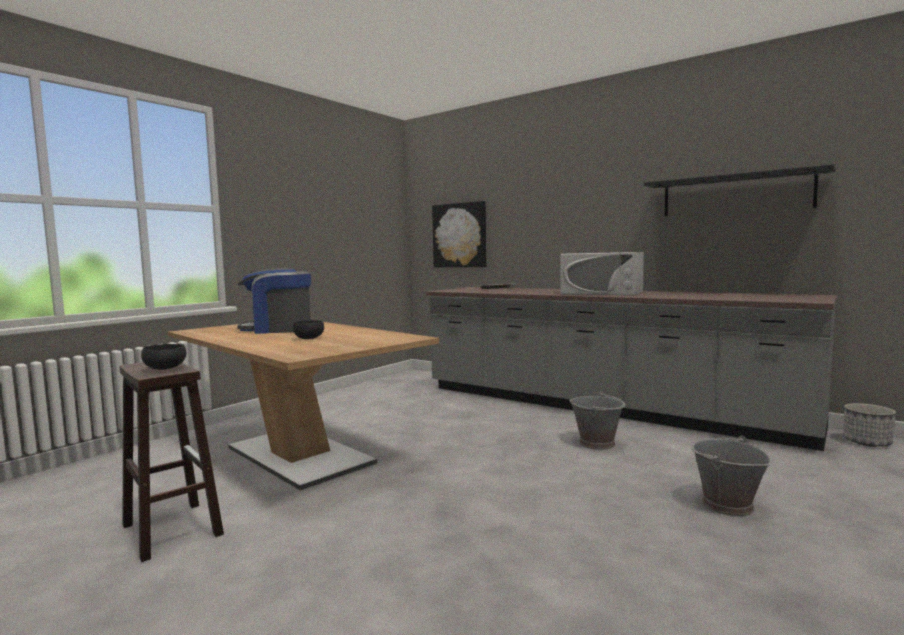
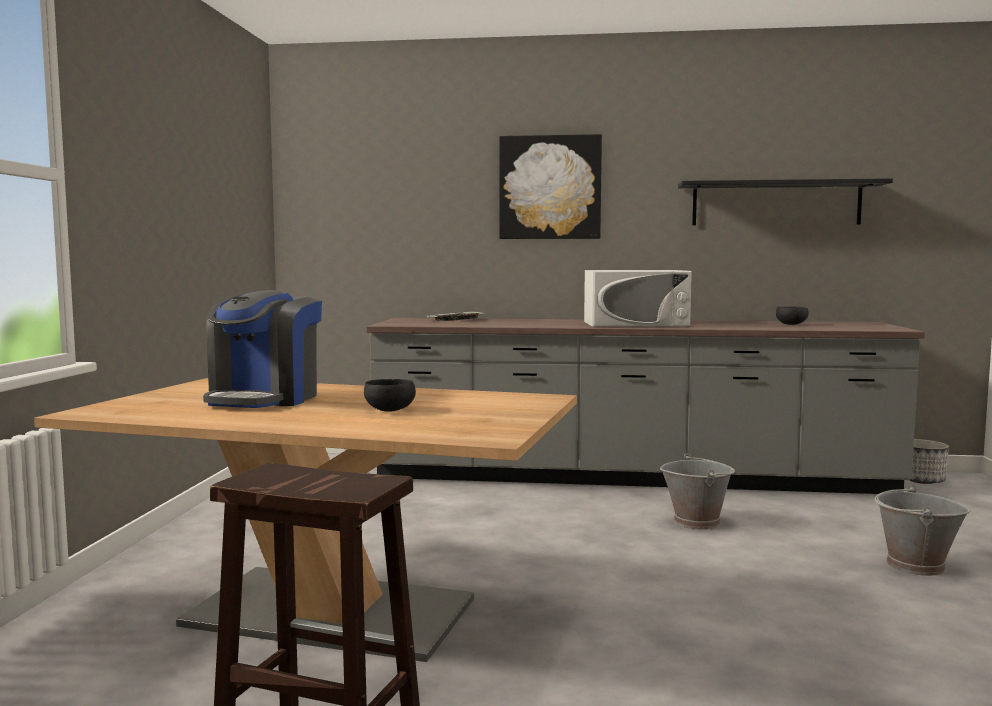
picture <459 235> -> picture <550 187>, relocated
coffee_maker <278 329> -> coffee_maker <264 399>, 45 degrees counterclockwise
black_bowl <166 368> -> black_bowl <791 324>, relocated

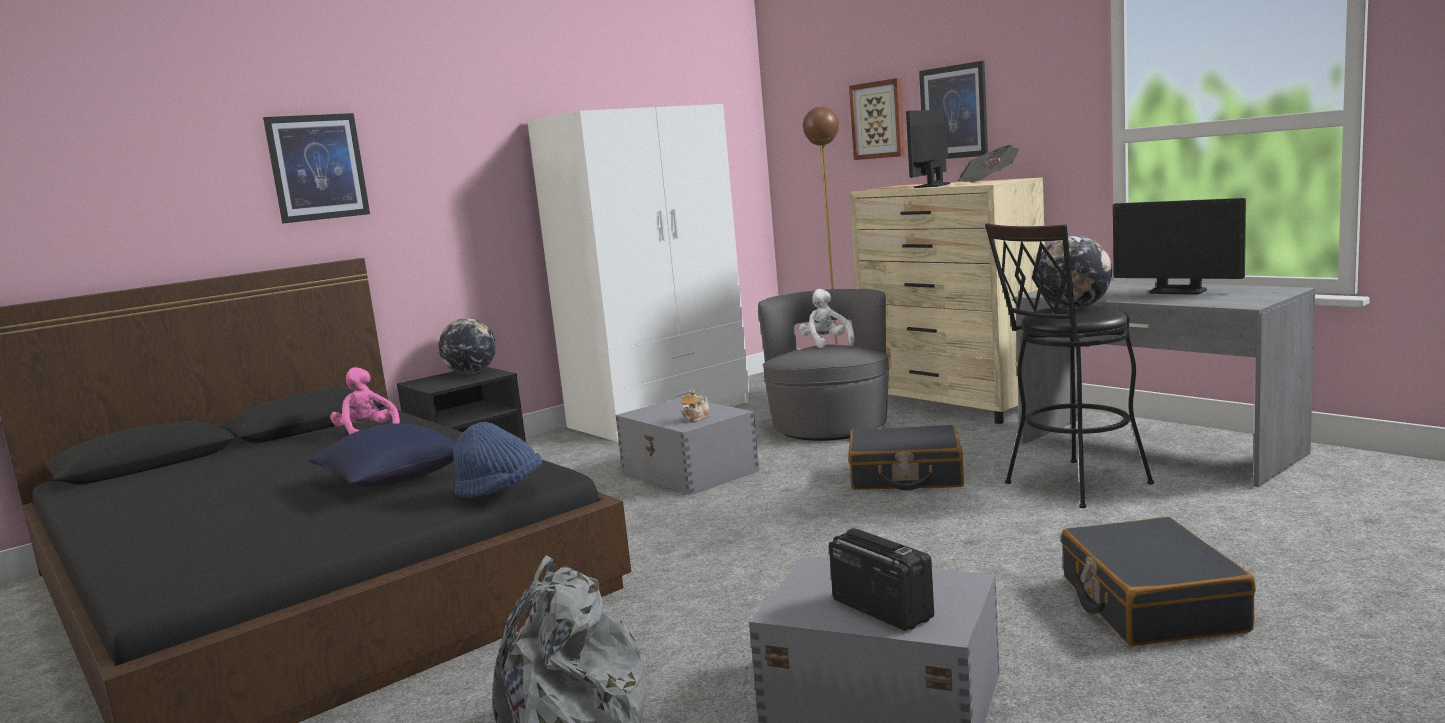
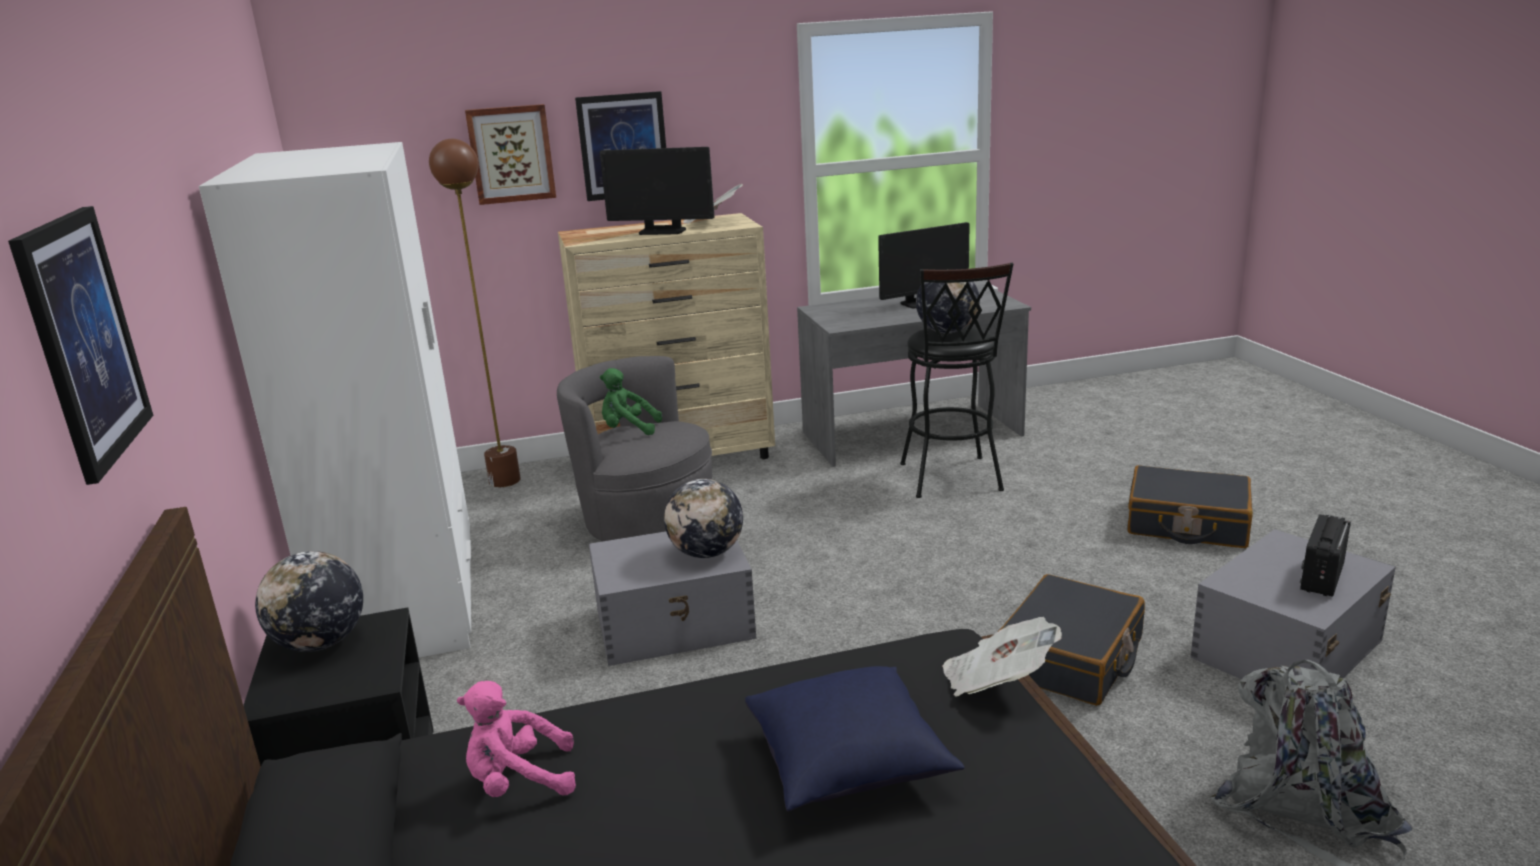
computer_display <932 186> -> computer_display <662 231>, 45 degrees counterclockwise
whitish_soft_toy <826 344> -> greenish_soft_toy <628 430>
tea_pot <695 419> -> globe <707 553>
bluish_clothing_hat <500 492> -> newspaper <997 681>
black_travel_case <905 476> -> black_travel_case <1070 658>, relocated
radio_receiver <881 609> -> radio_receiver <1322 577>, 45 degrees counterclockwise

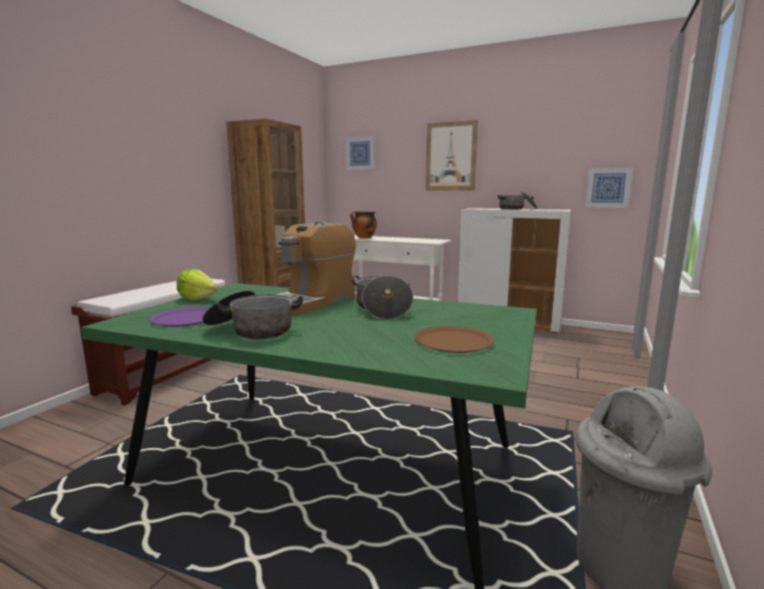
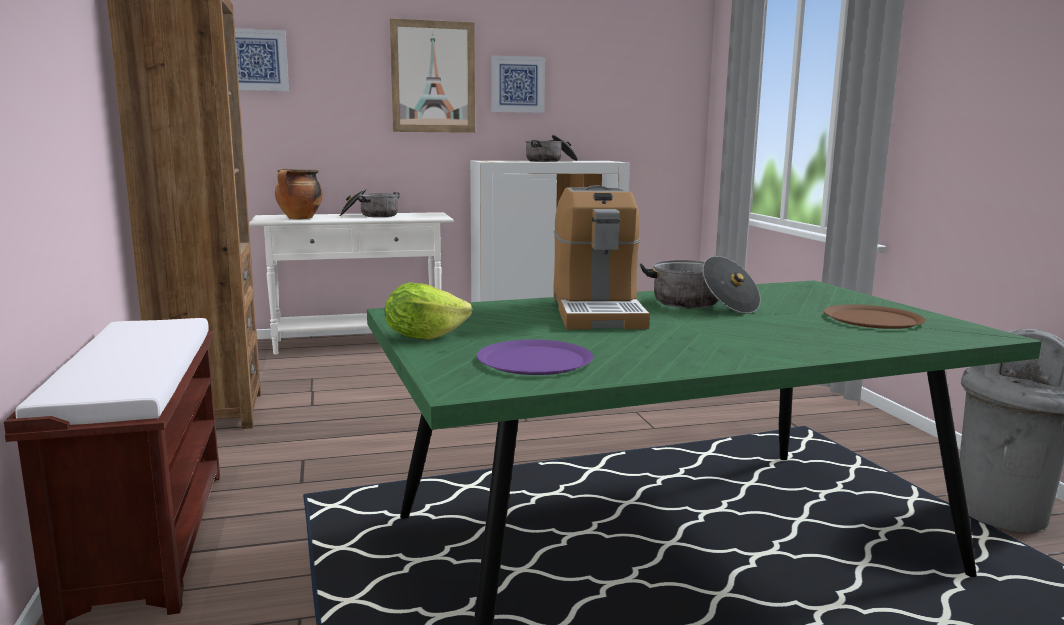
picture <608 187> -> picture <517 84>, relocated
stockpot <251 330> -> stockpot <370 215>, relocated

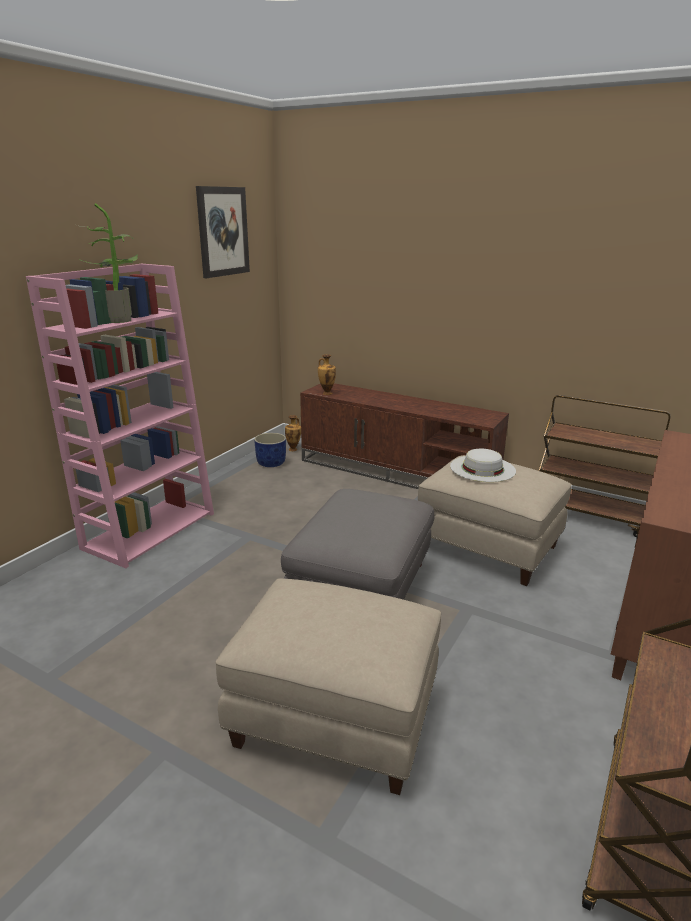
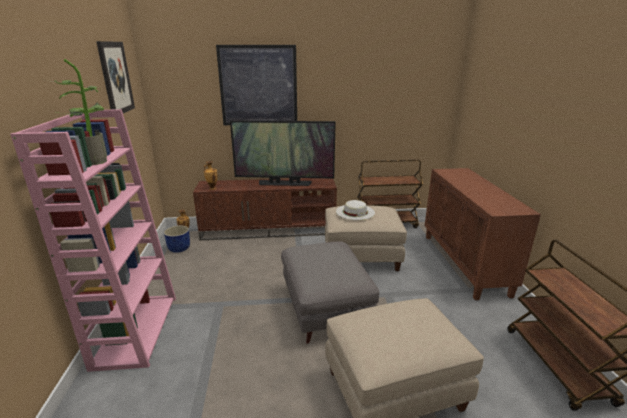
none -> picture <258 86>
none -> television <284 183>

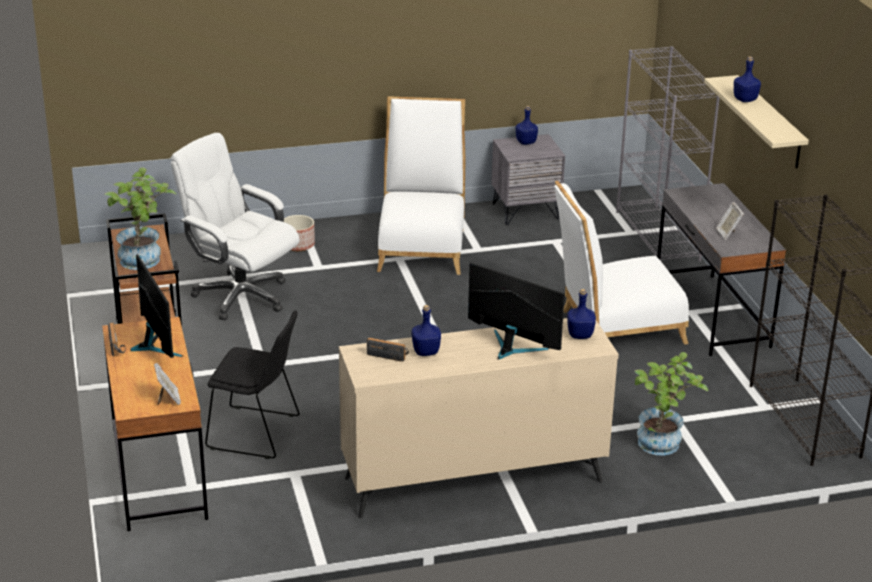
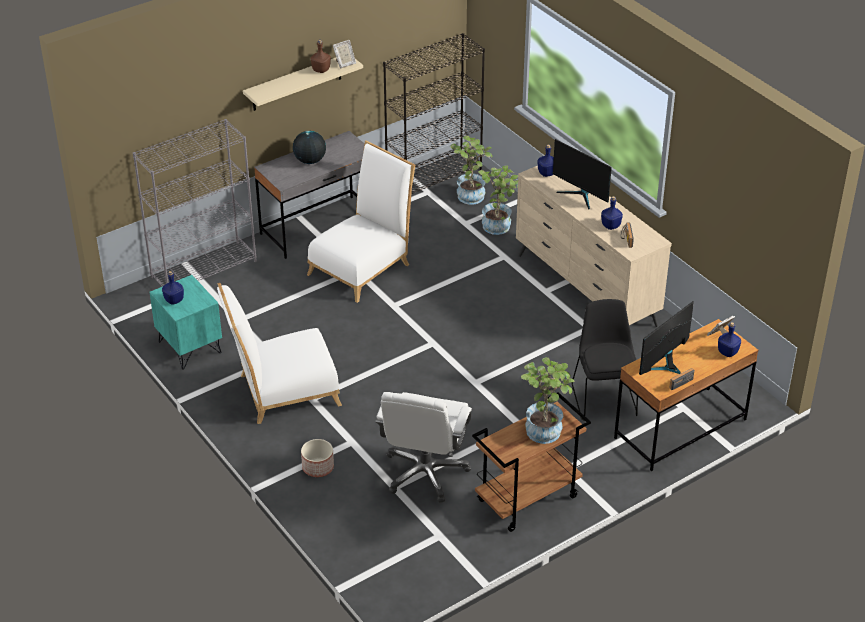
bluish_beverage_bottle <745 99> -> bluish_beverage_bottle <727 352>, relocated
gray_bedside_table <525 211> -> blue-green_bedside_table <189 347>
whitish_plain_chair <615 328> -> whitish_plain_chair <363 266>, 105 degrees counterclockwise
standing_frame <727 234> -> standing_frame <344 64>, relocated
computer_display <511 347> -> computer_display <581 195>, 60 degrees counterclockwise
none -> brownish_beverage_bottle <321 70>
none -> globe <310 161>
none -> plant_in_a_pot <470 193>

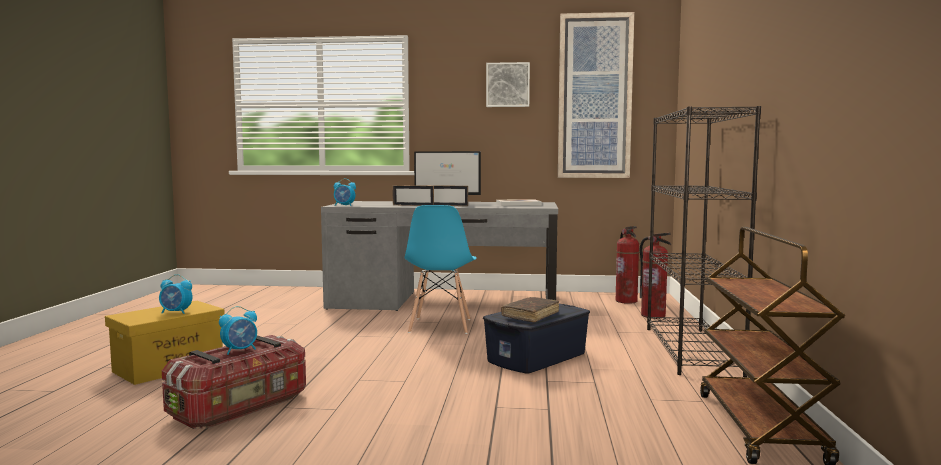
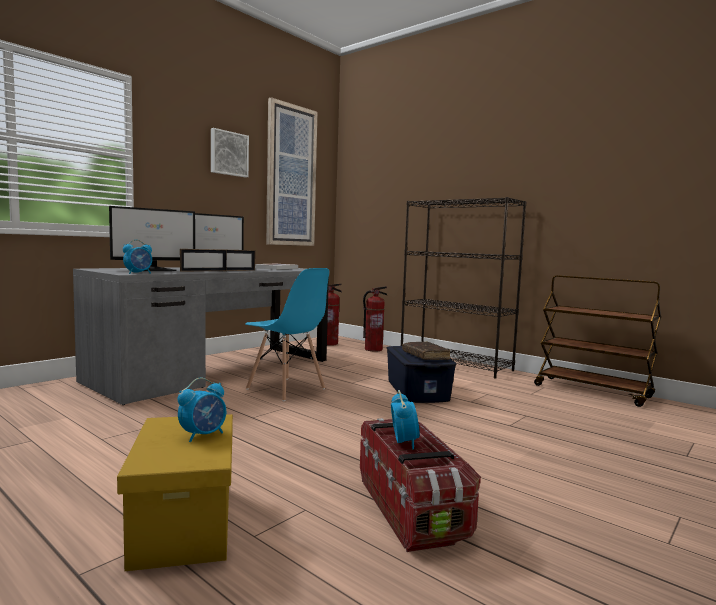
none -> computer_display <154 270>

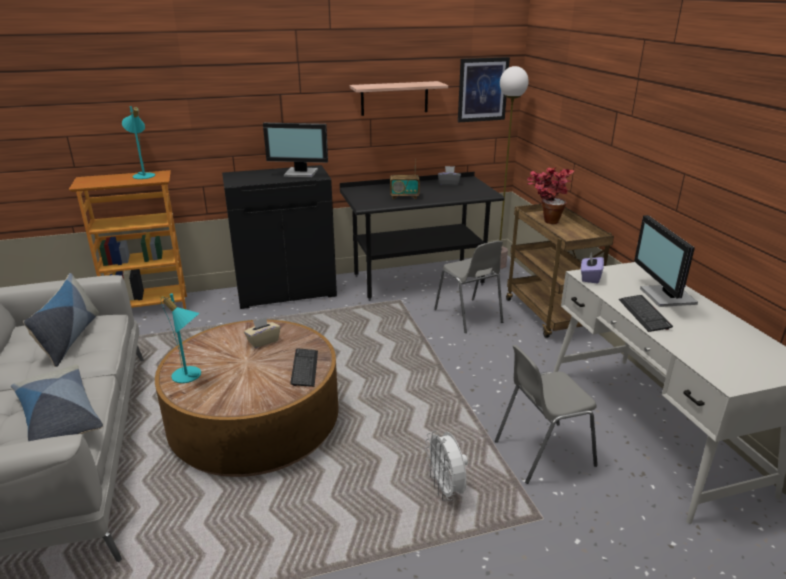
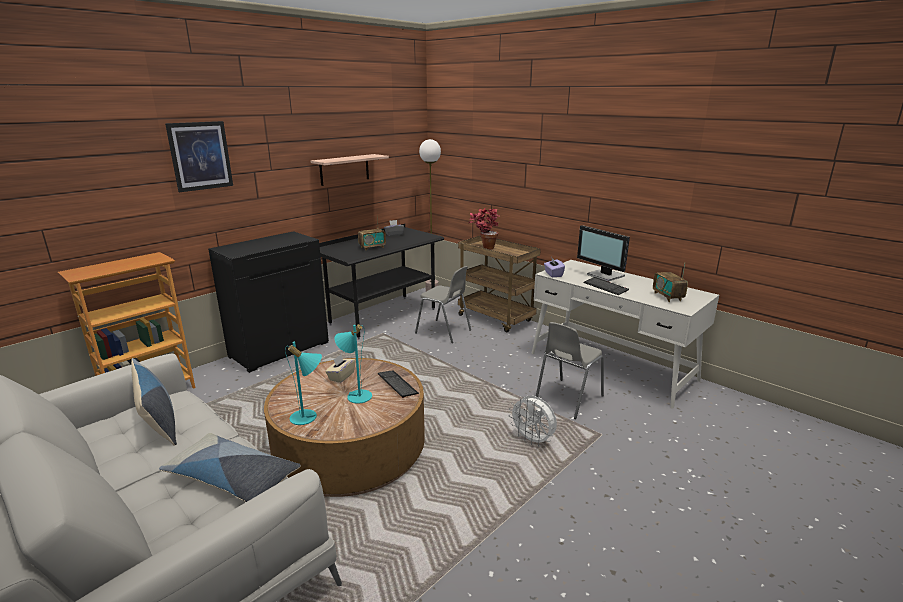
picture <482 89> -> picture <200 156>, relocated
blue-green_tabletop_lamp <143 175> -> blue-green_tabletop_lamp <356 395>, relocated
computer_display <301 173> -> none
none -> radio_receiver <667 297>

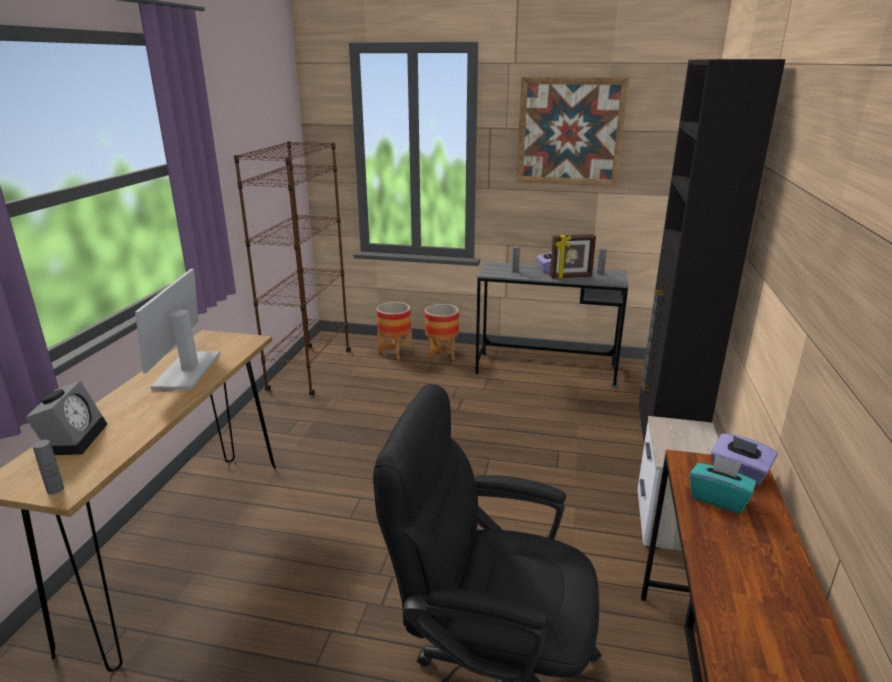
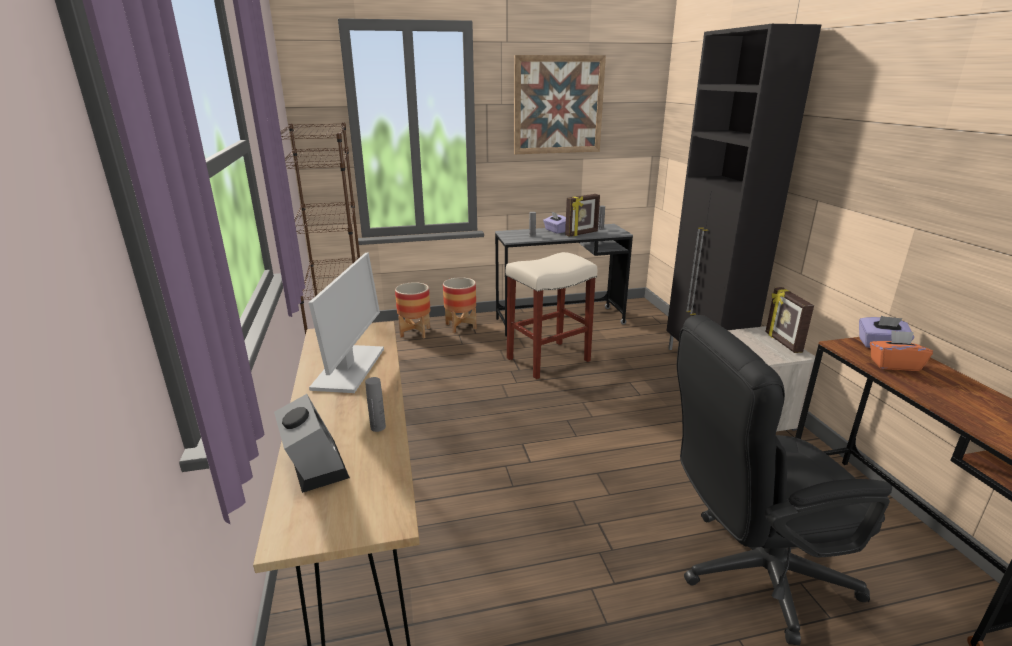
computer_display <187 370> -> computer_display <349 369>, 150 degrees counterclockwise
gray_beverage_bottle <55 489> -> gray_beverage_bottle <378 427>, relocated
blue-green_tissue_box <718 498> -> orange-coloured_tissue_box <894 365>
none -> beige-coloured_sitting_stool <547 360>
none -> standing_frame <782 342>

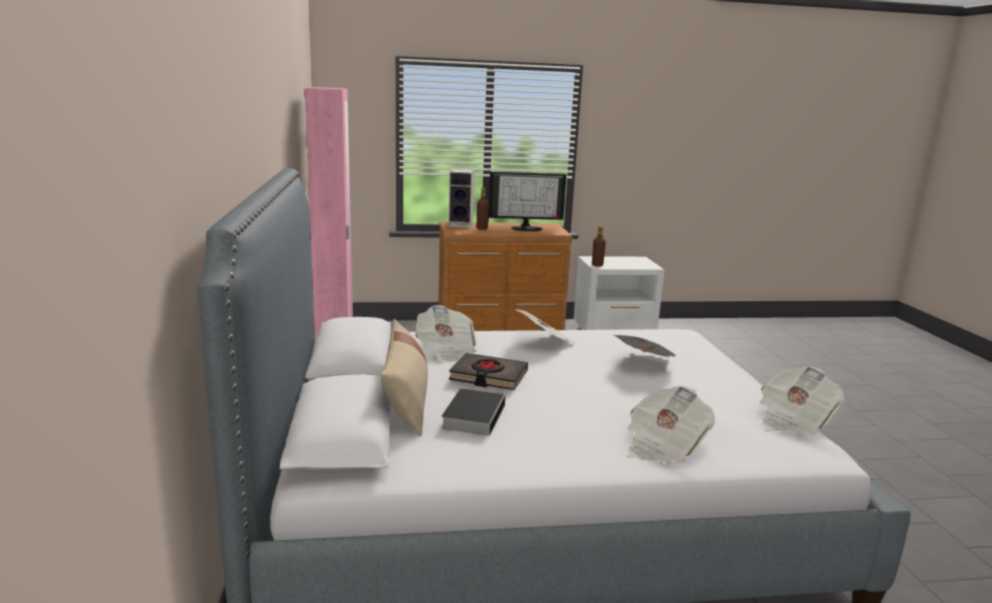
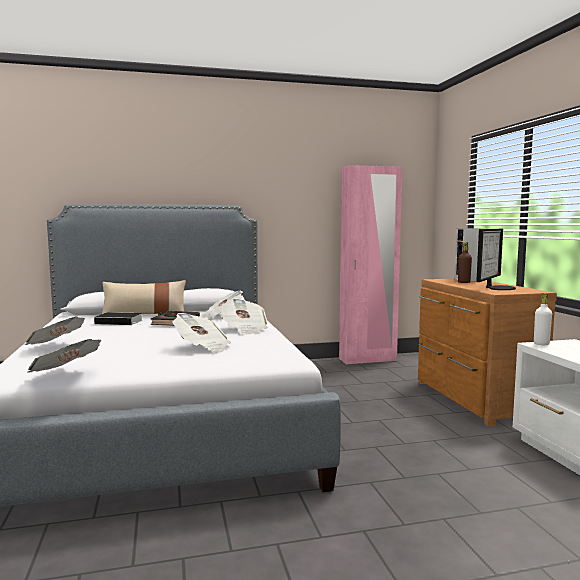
computer_display <527 228> -> computer_display <497 288>, 135 degrees counterclockwise
brownish_beverage_bottle <597 265> -> whitish_beverage_bottle <541 344>

